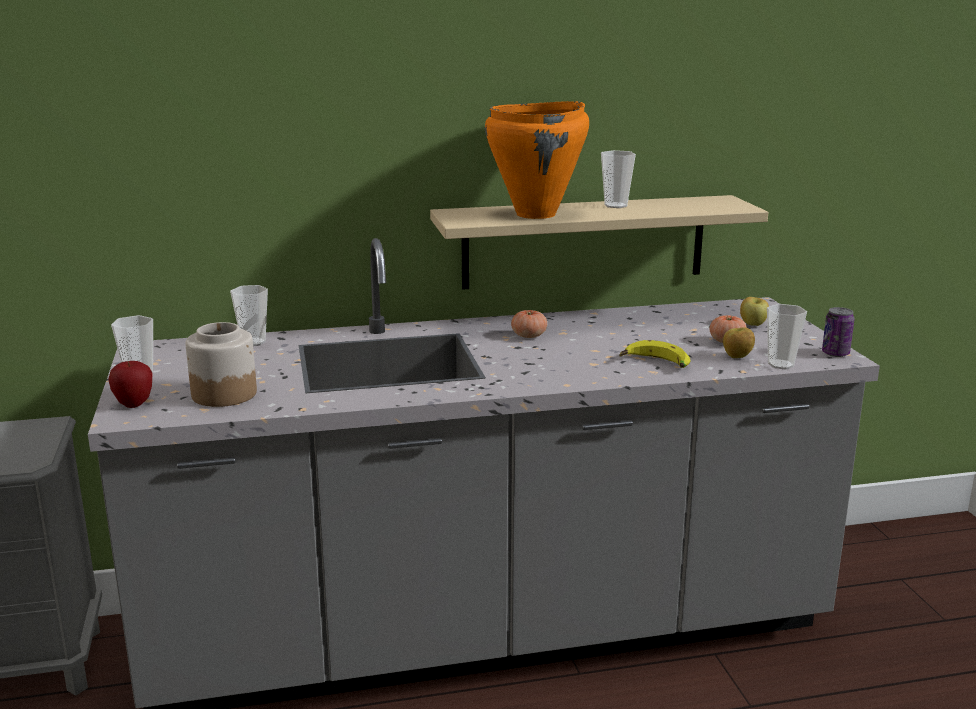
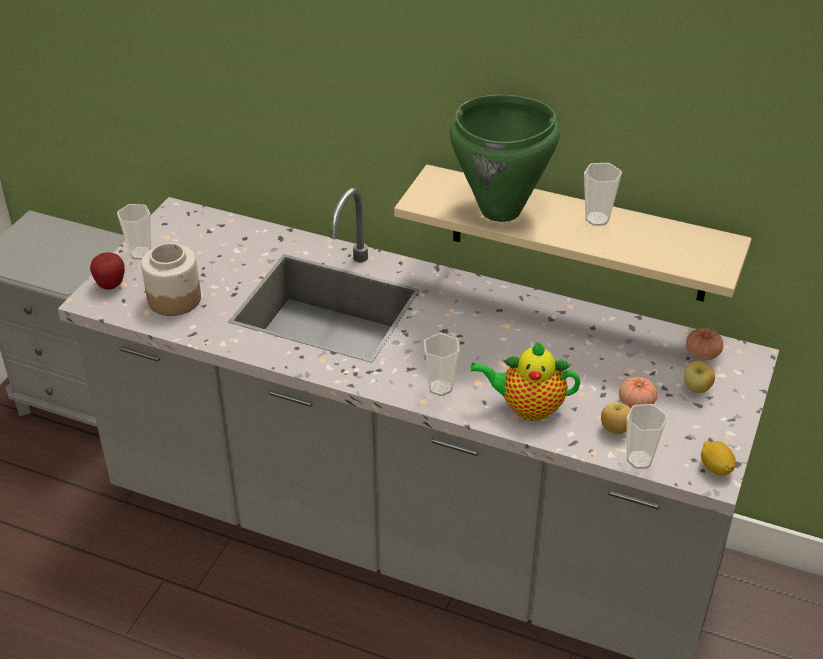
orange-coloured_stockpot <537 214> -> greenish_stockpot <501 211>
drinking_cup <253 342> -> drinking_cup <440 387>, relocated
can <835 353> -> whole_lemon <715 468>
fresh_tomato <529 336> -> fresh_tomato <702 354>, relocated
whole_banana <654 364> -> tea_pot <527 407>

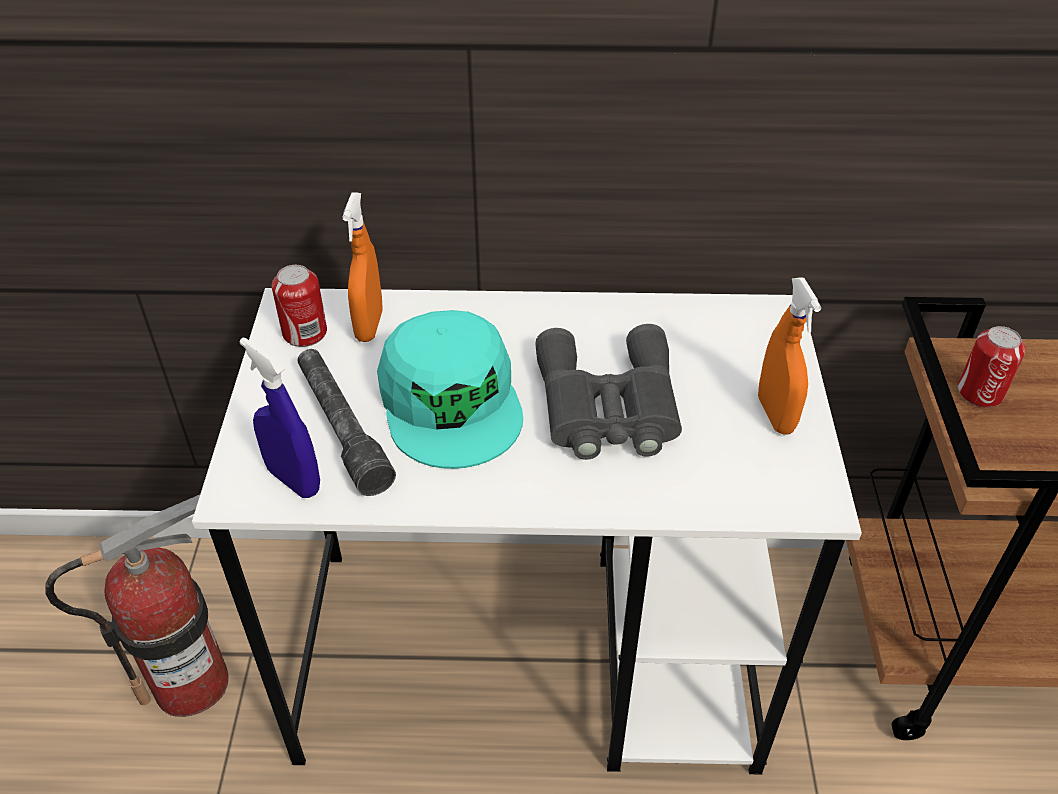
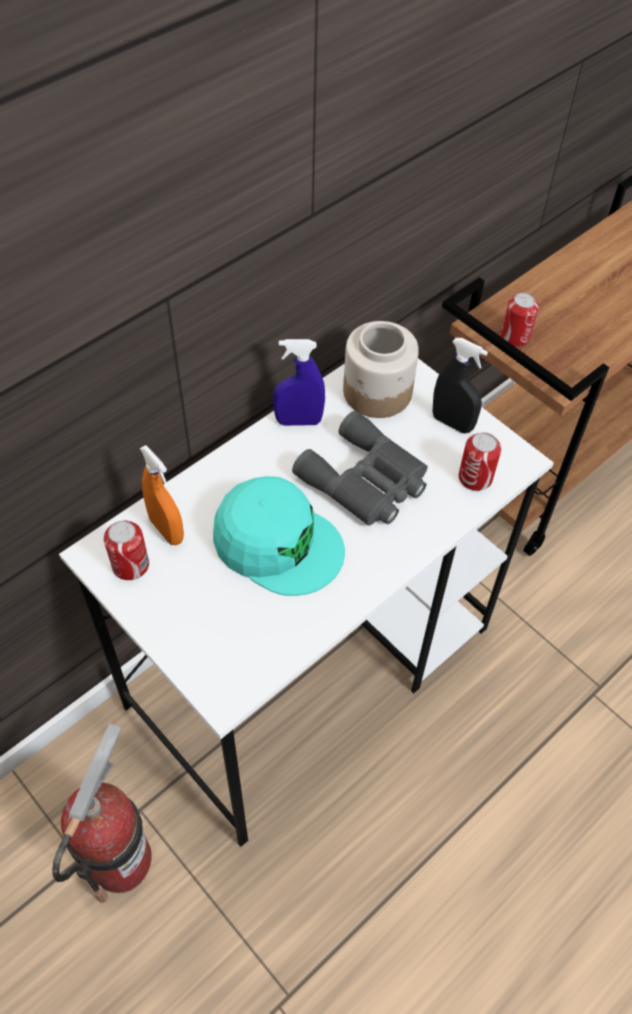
orange-coloured_hand_sprayer <775 415> -> black_hand_sprayer <452 423>
bluish_hand_sprayer <294 480> -> bluish_hand_sprayer <298 421>, relocated
gray_torch <342 428> -> none
none -> jar <377 393>
none -> can <475 478>

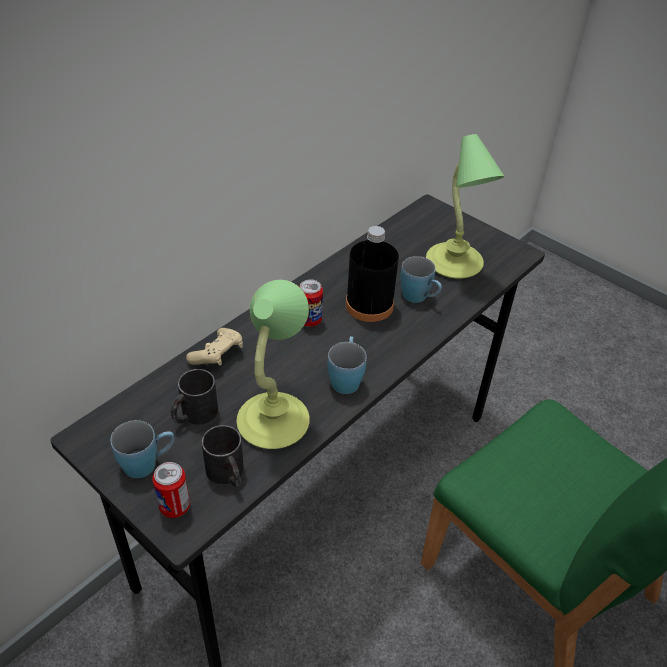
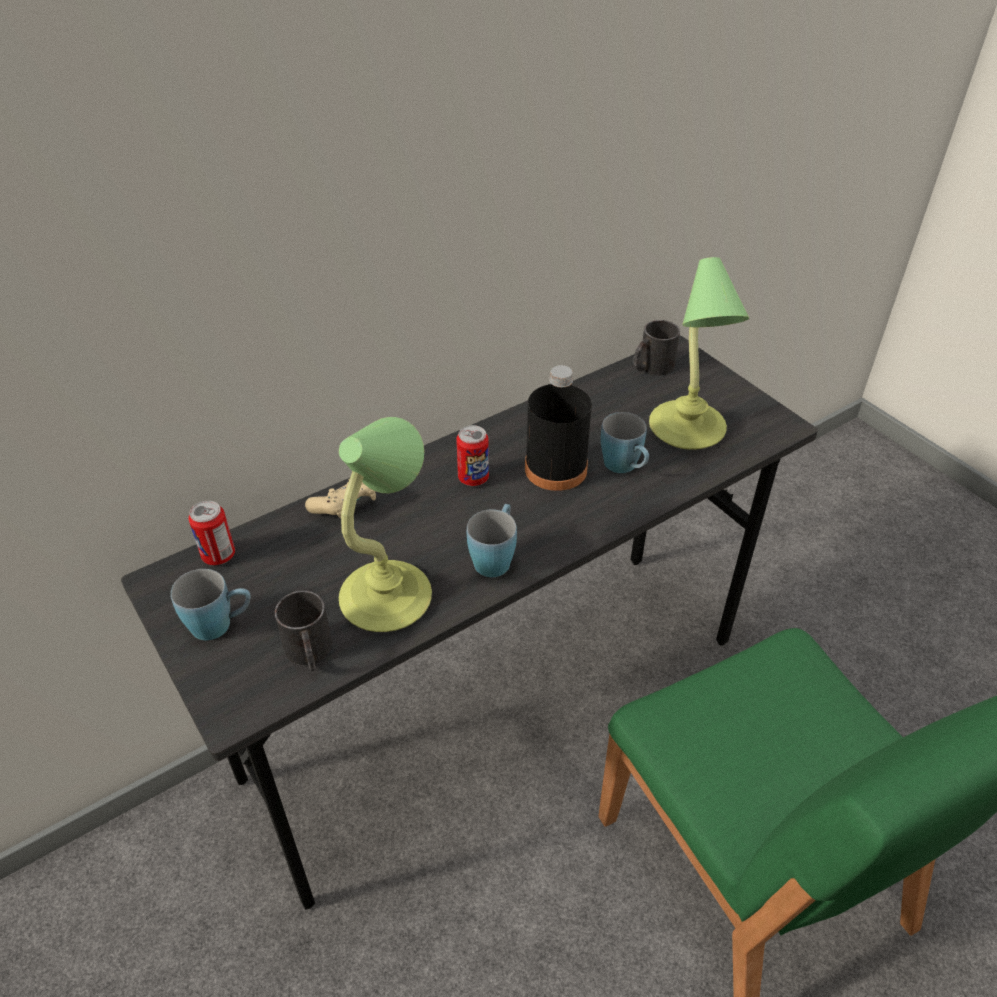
black_coffee_mug <194 415> -> black_coffee_mug <651 367>, relocated
can <175 506> -> can <218 555>, relocated

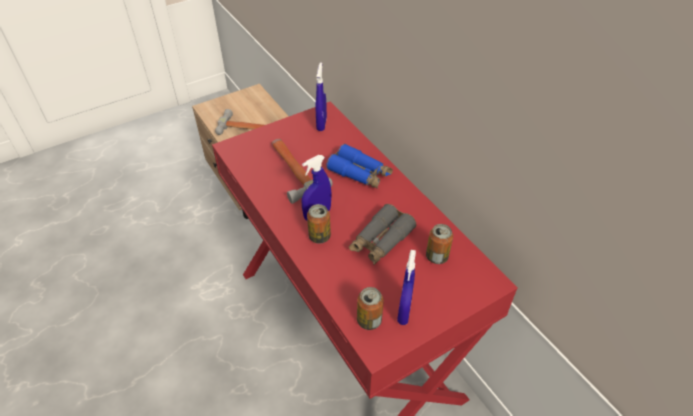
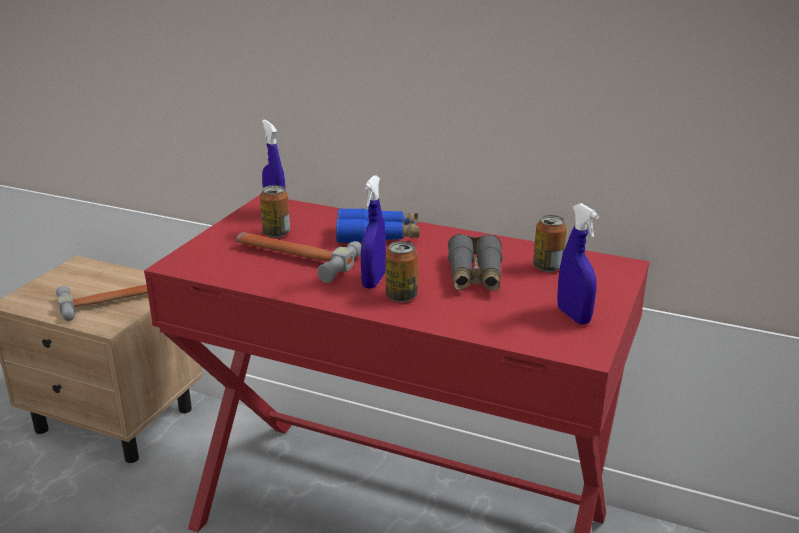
can <369 320> -> can <276 233>, relocated

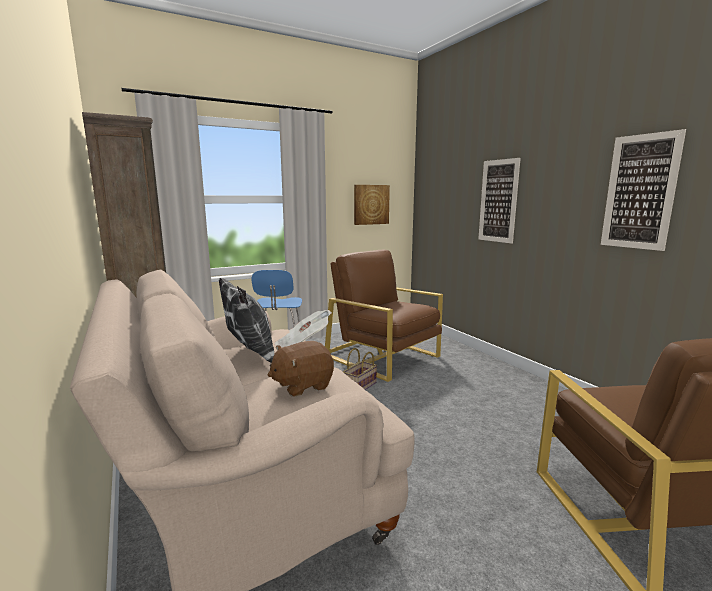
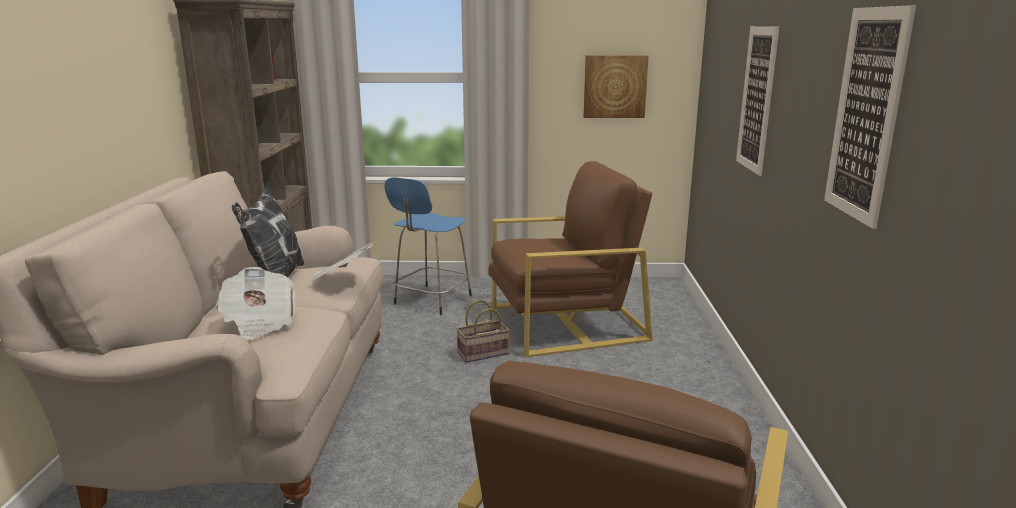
brownish_armchair <383 356> -> brownish_armchair <565 322>, 90 degrees clockwise
brownish_soft_toy <302 385> -> newspaper <259 322>

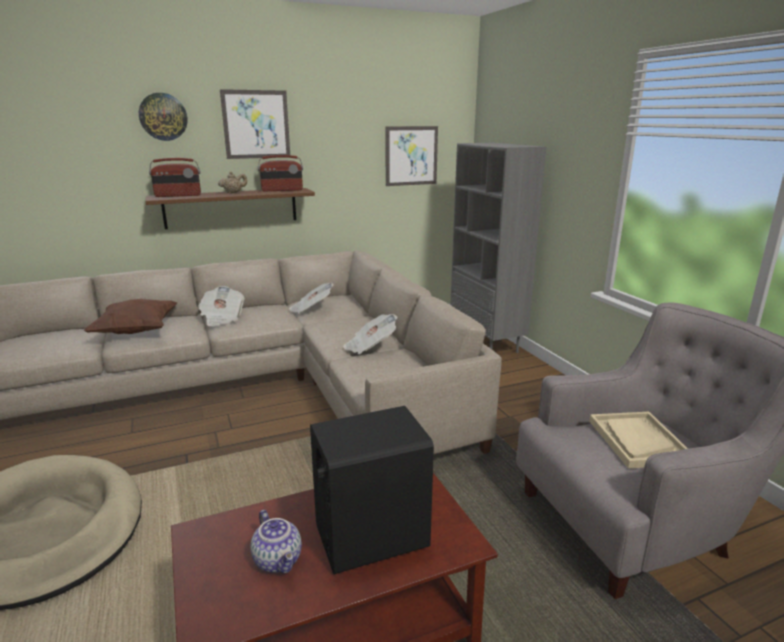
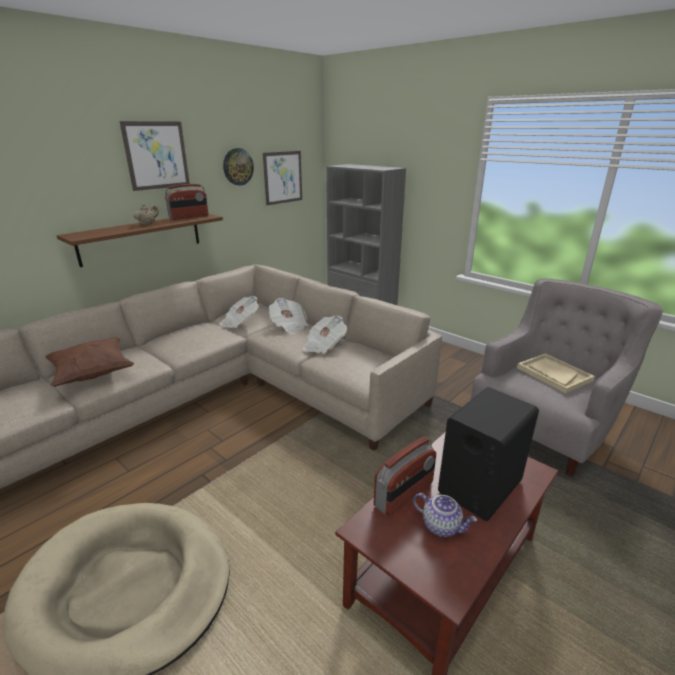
wall_clock <163 117> -> wall_clock <238 166>, relocated
radio_receiver <178 195> -> radio_receiver <404 495>, relocated
newspaper <222 318> -> newspaper <289 326>, relocated

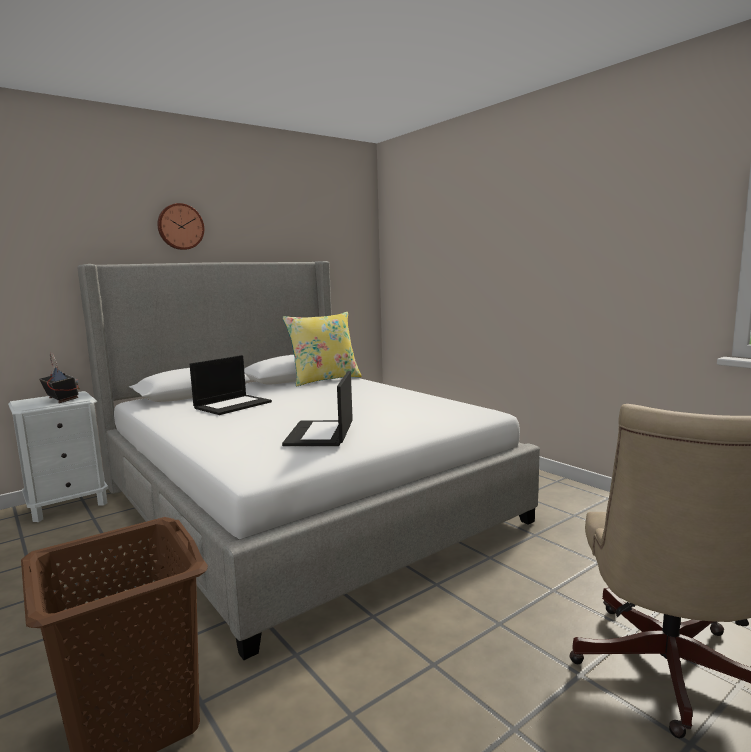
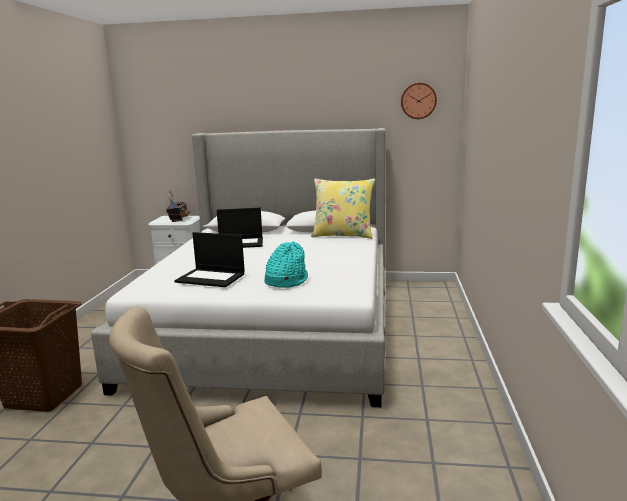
wall_clock <180 227> -> wall_clock <418 101>, relocated
portable_computer <320 434> -> portable_computer <211 278>, 120 degrees counterclockwise
none -> blue-green_clothing_hat <286 281>

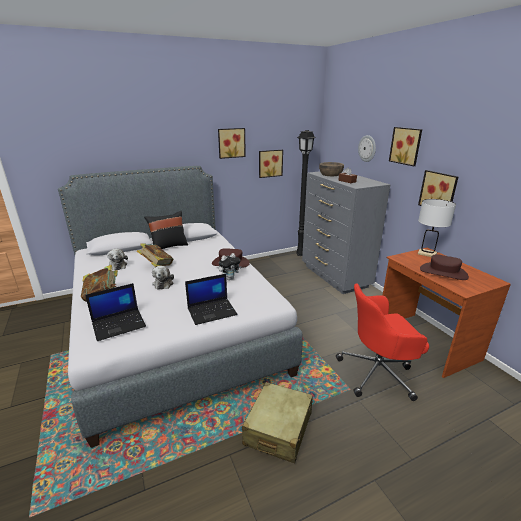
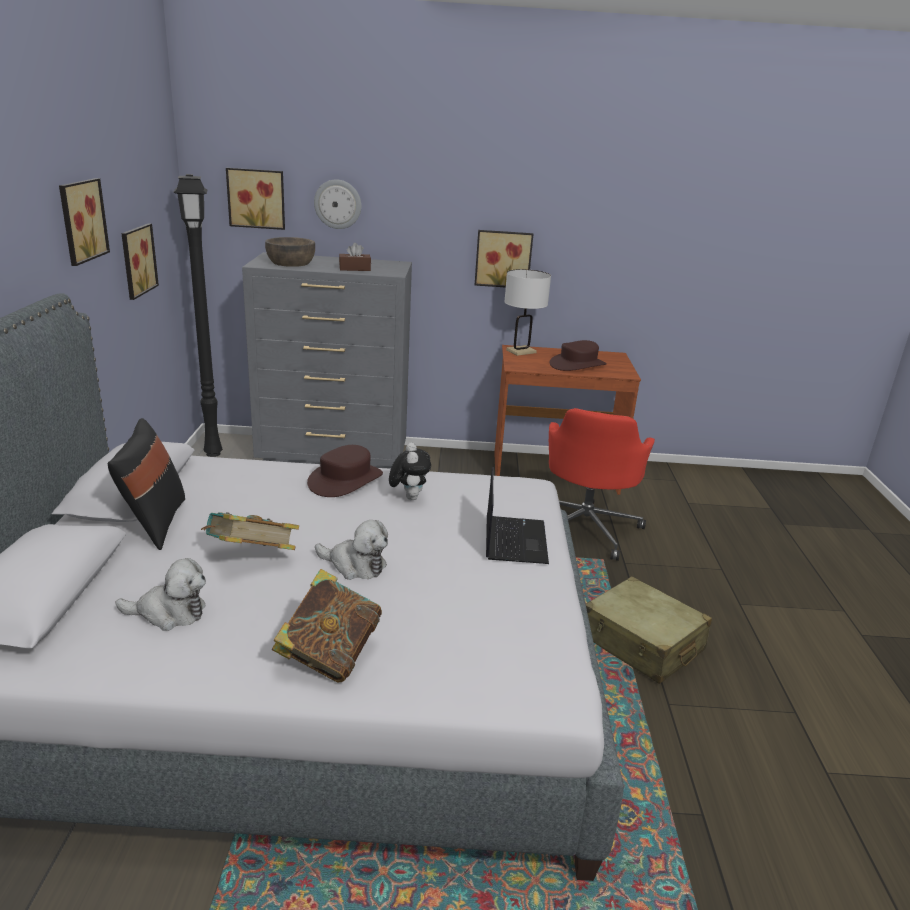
picture <406 146> -> picture <257 198>, relocated
portable_computer <119 324> -> none

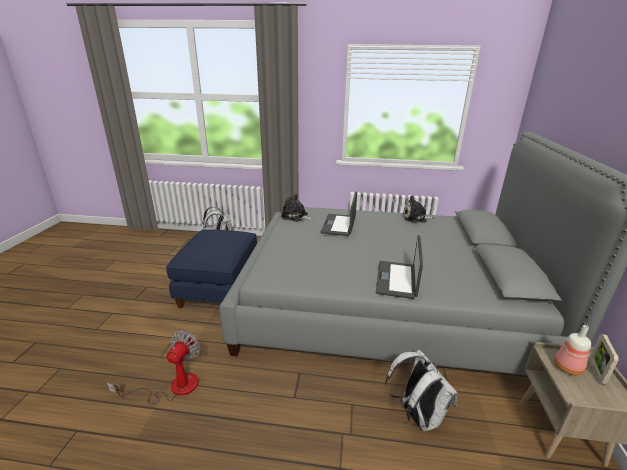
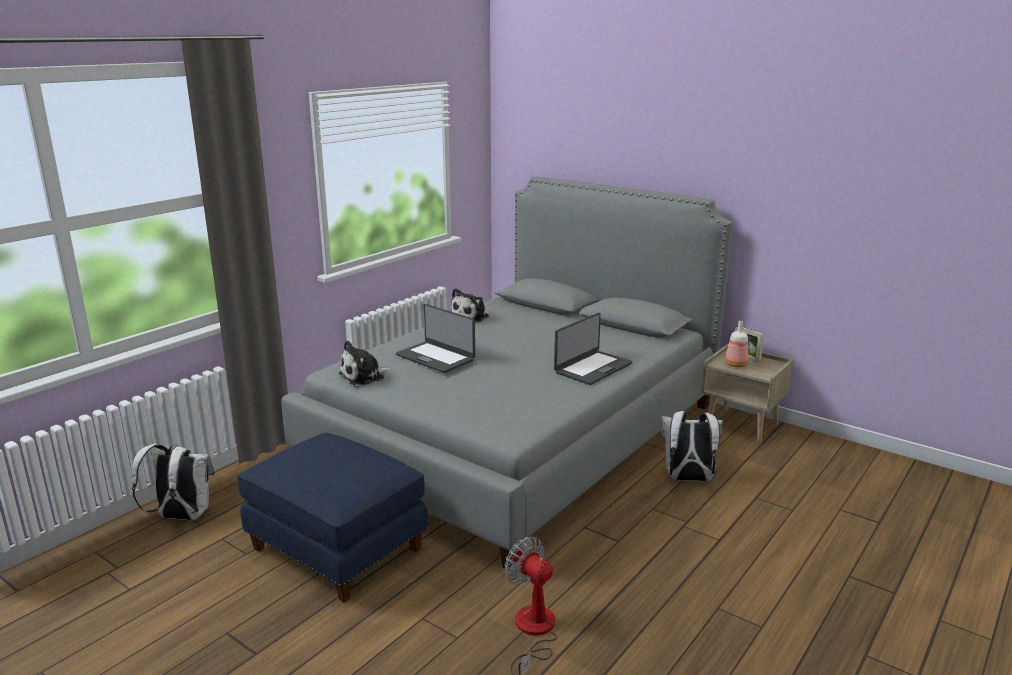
portable_computer <397 279> -> portable_computer <592 368>, 90 degrees counterclockwise

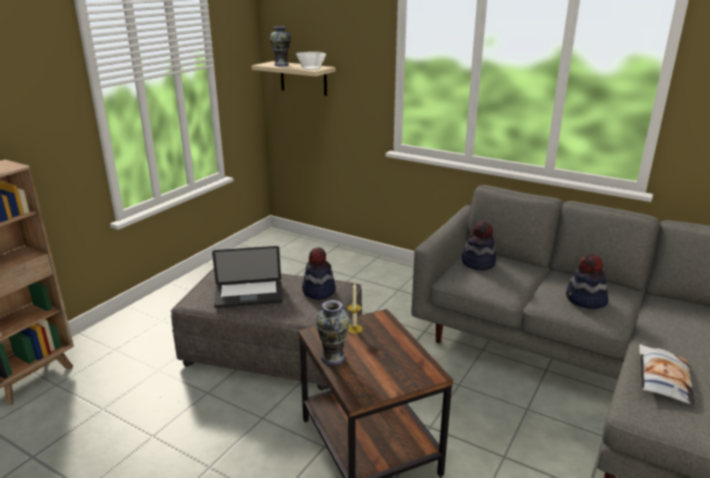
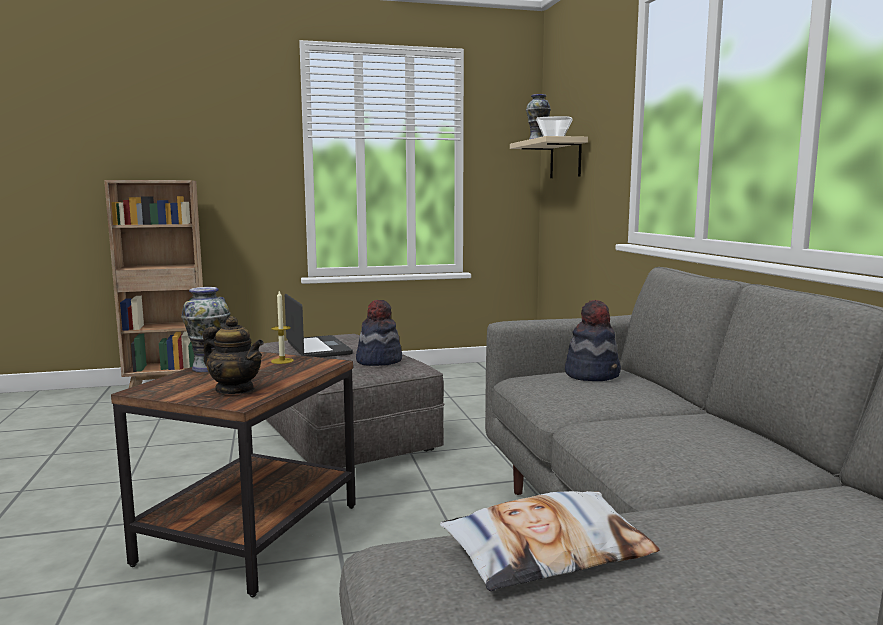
portable_computer <249 295> -> portable_computer <318 348>, 150 degrees counterclockwise
clothing_hat <585 300> -> none
none -> tea_pot <235 390>

